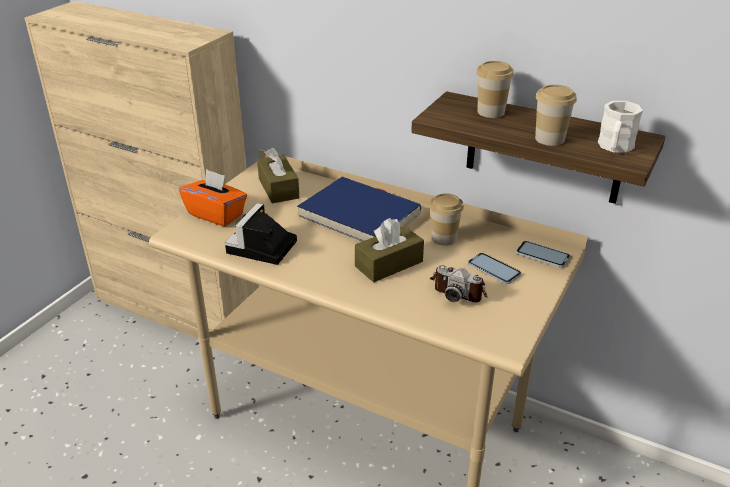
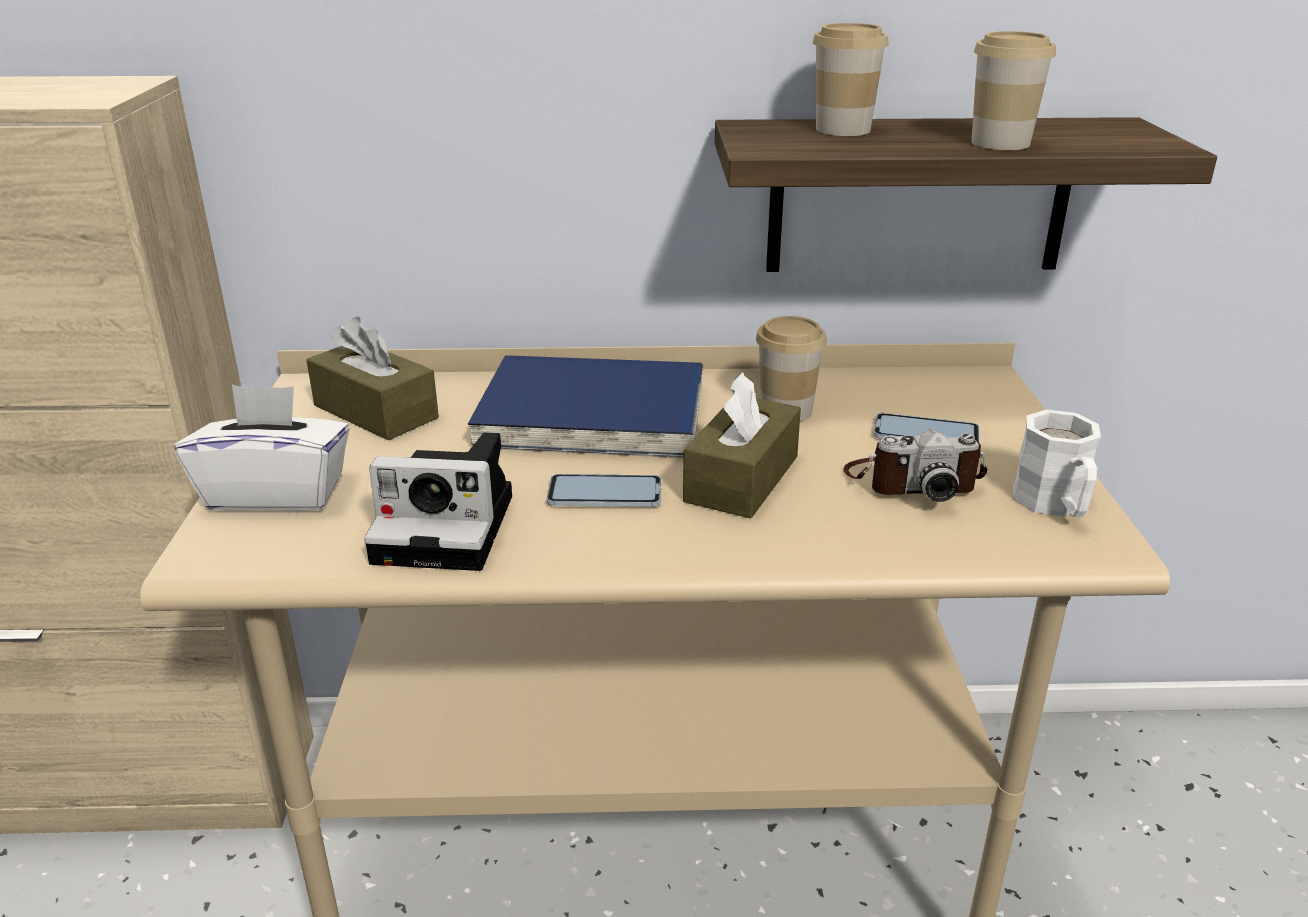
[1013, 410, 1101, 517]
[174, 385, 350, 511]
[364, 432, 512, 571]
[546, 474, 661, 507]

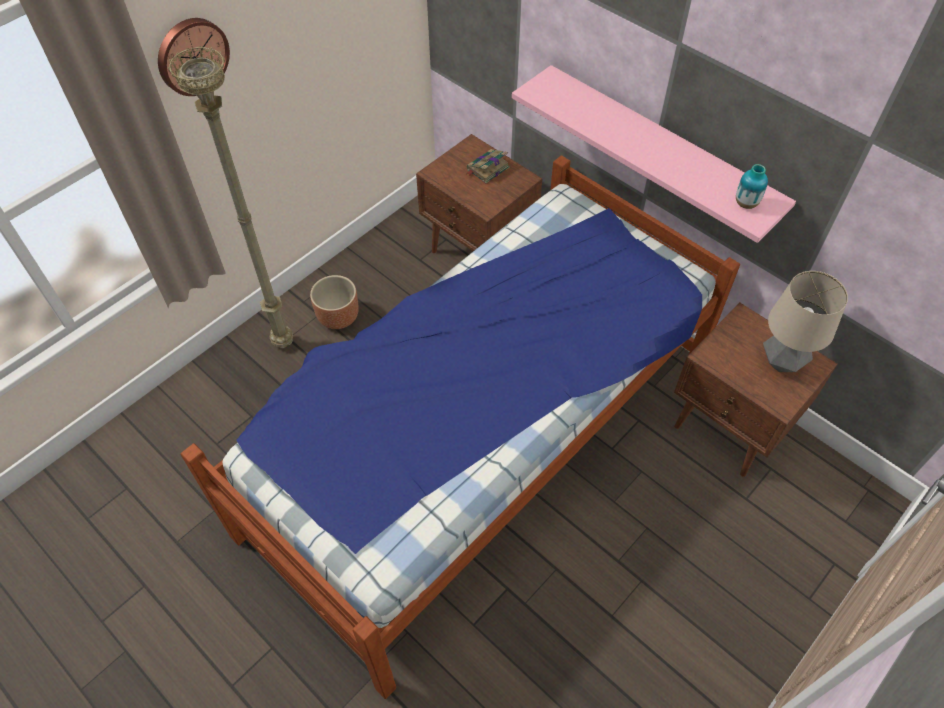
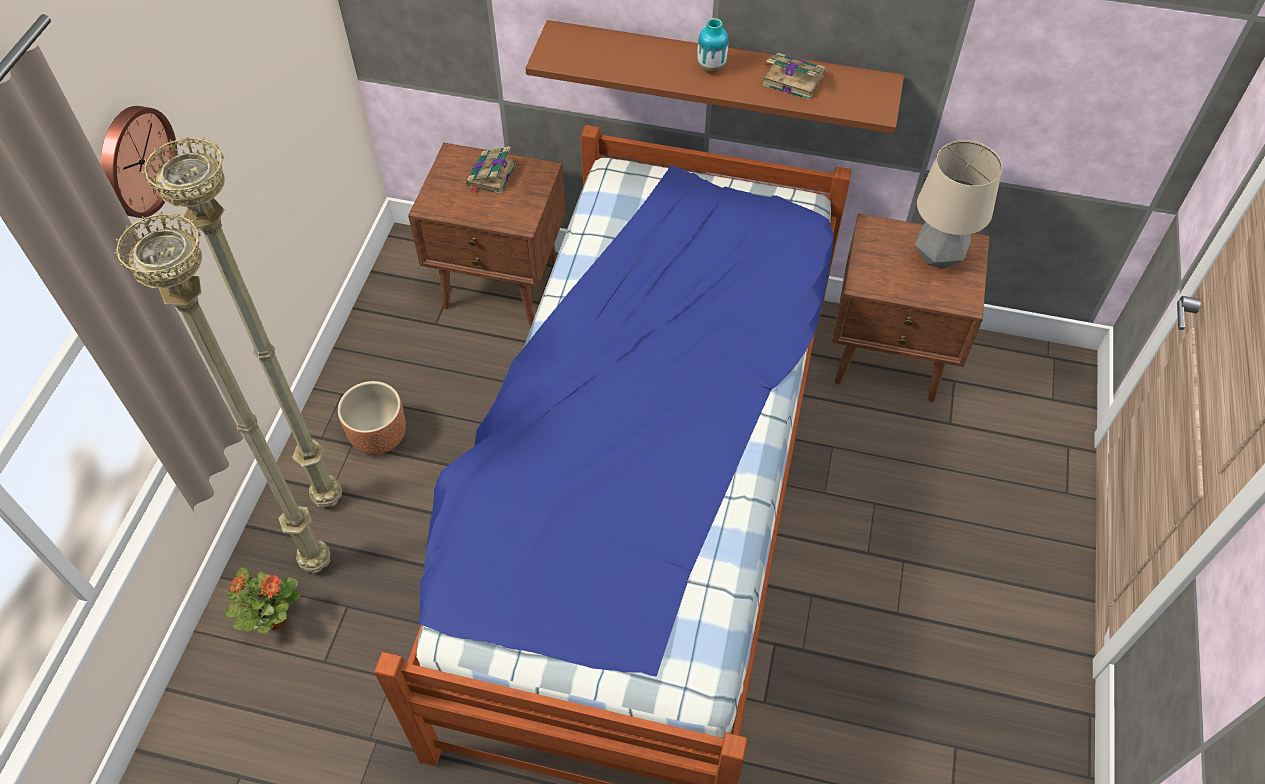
[525, 20, 904, 134]
[697, 18, 728, 73]
[762, 53, 825, 100]
[114, 212, 331, 573]
[225, 567, 300, 634]

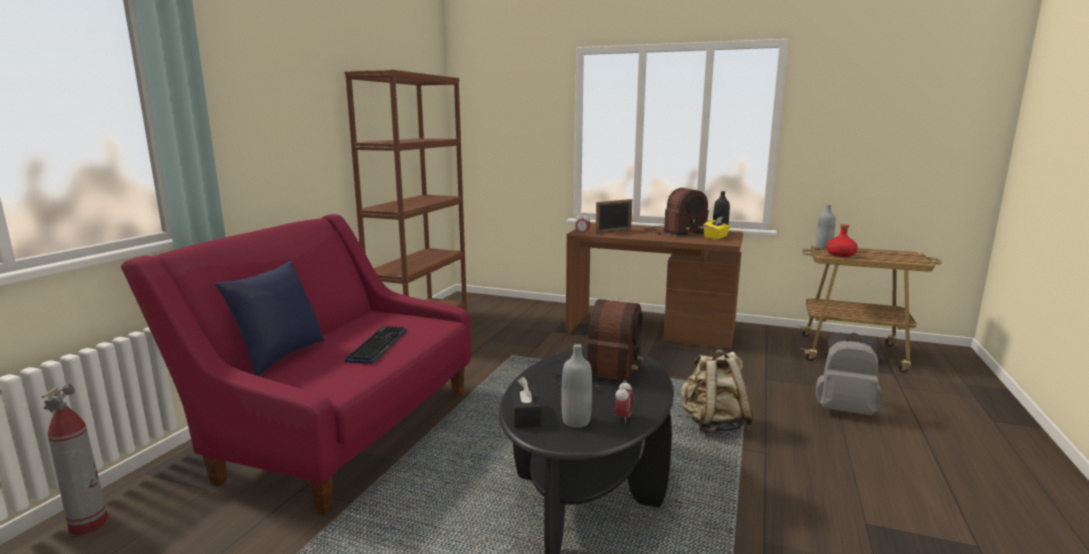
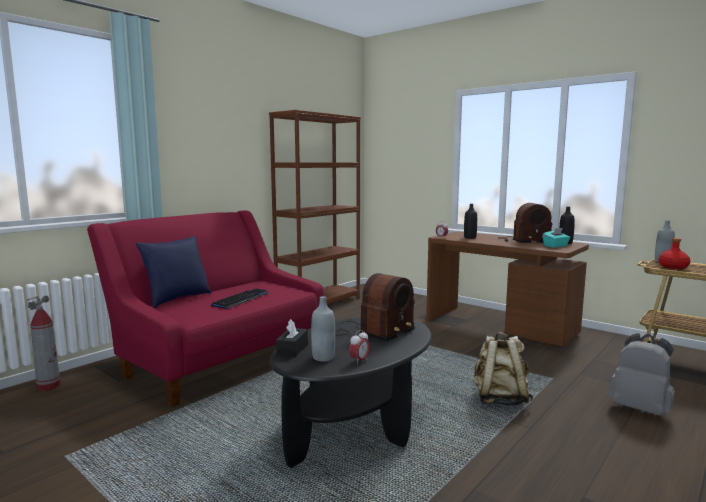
[464, 204, 477, 239]
[542, 228, 570, 248]

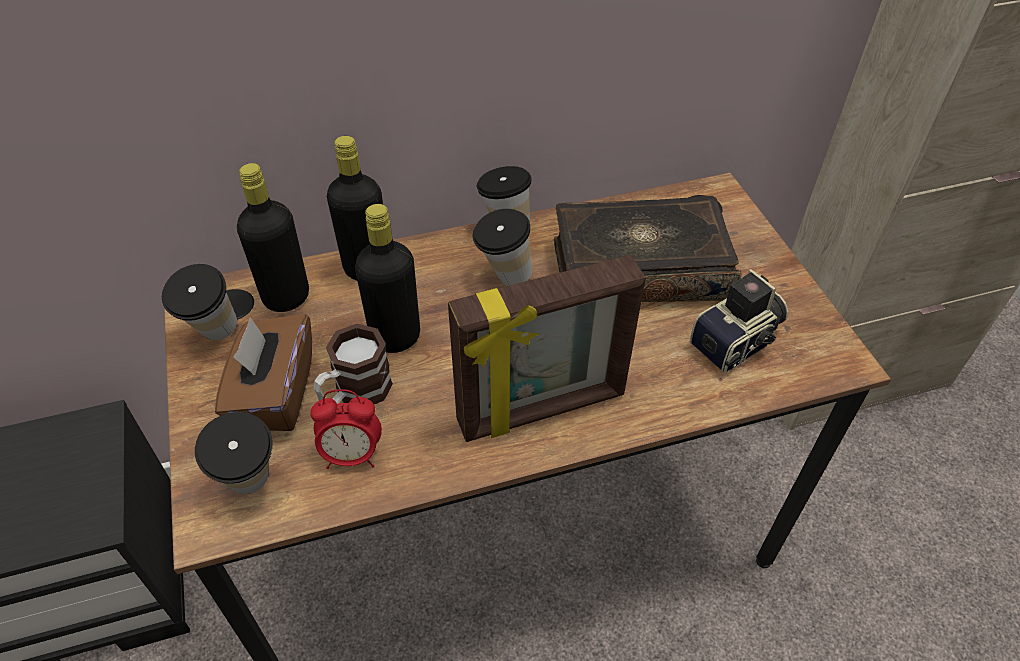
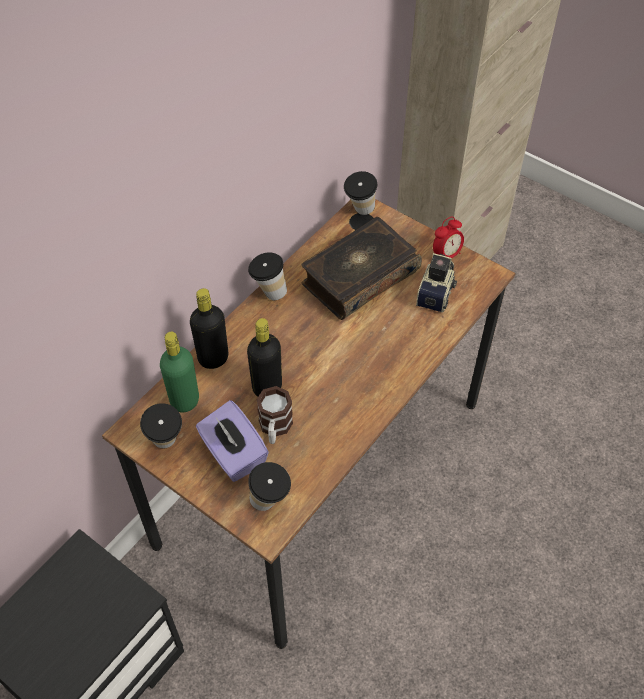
[160, 332, 199, 412]
[344, 171, 377, 215]
[448, 255, 646, 442] (first image)
[196, 400, 269, 482]
[433, 217, 464, 258]

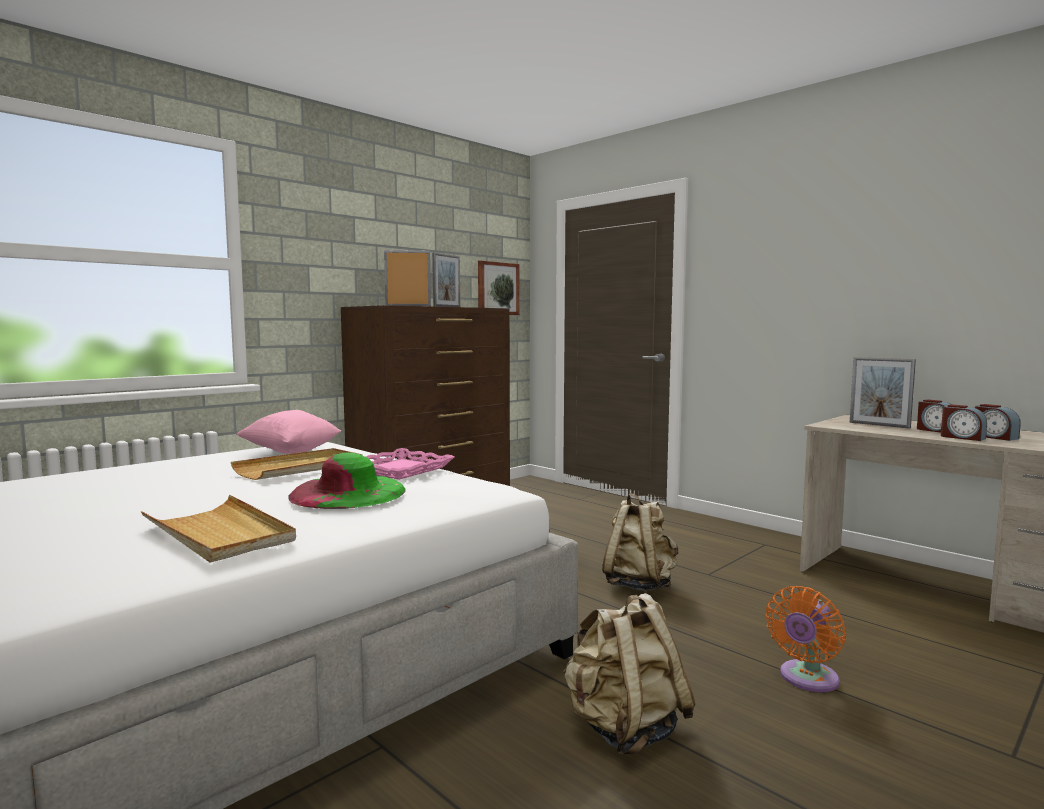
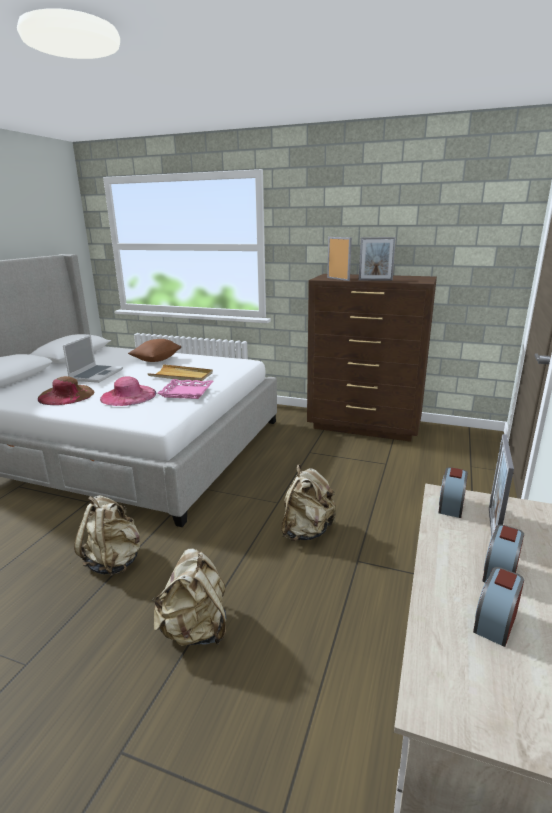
[478, 261, 520, 315] (first image)
[438, 467, 468, 518]
[236, 410, 341, 454] (first image)
[100, 376, 156, 406]
[38, 376, 94, 405]
[152, 548, 226, 646]
[63, 335, 123, 383]
[128, 339, 182, 362]

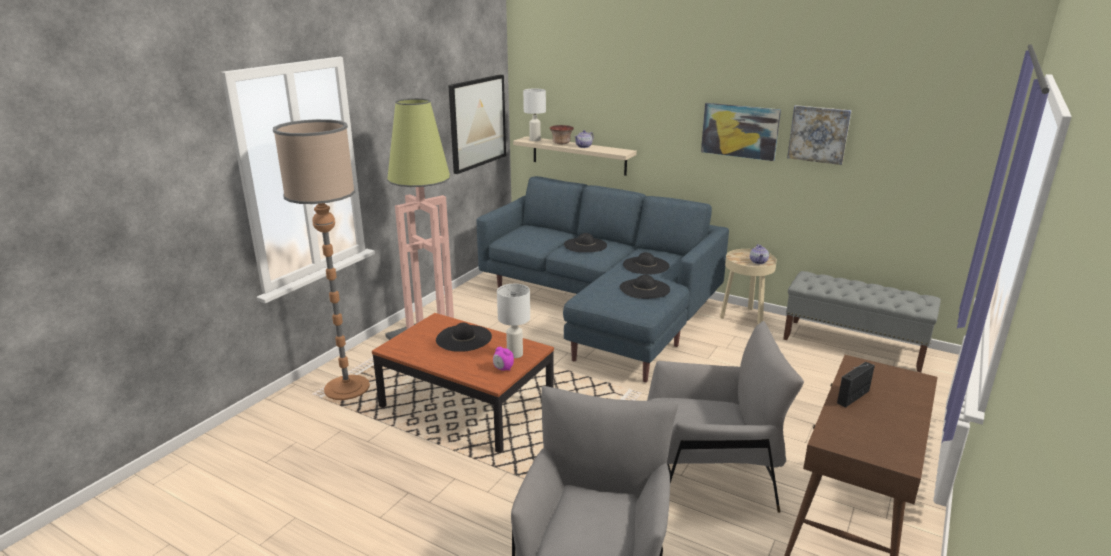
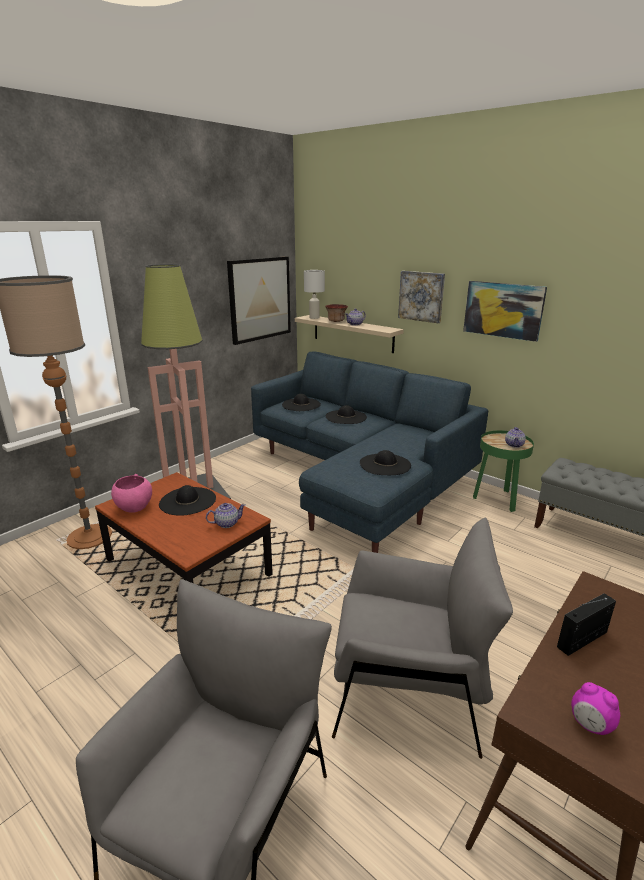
[398, 271, 445, 323]
[473, 430, 534, 512]
[282, 394, 321, 411]
[206, 503, 246, 528]
[571, 682, 620, 735]
[111, 474, 152, 513]

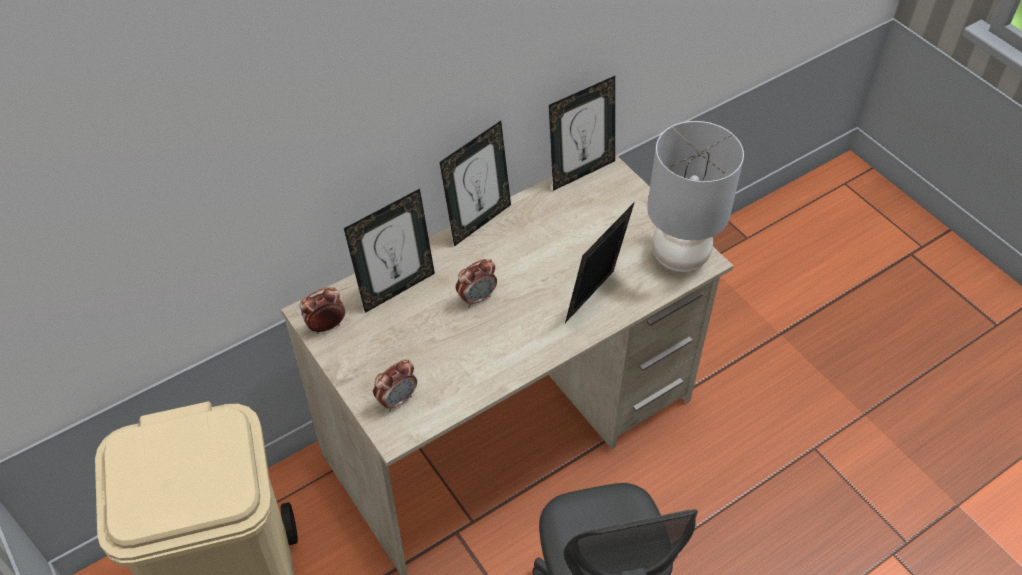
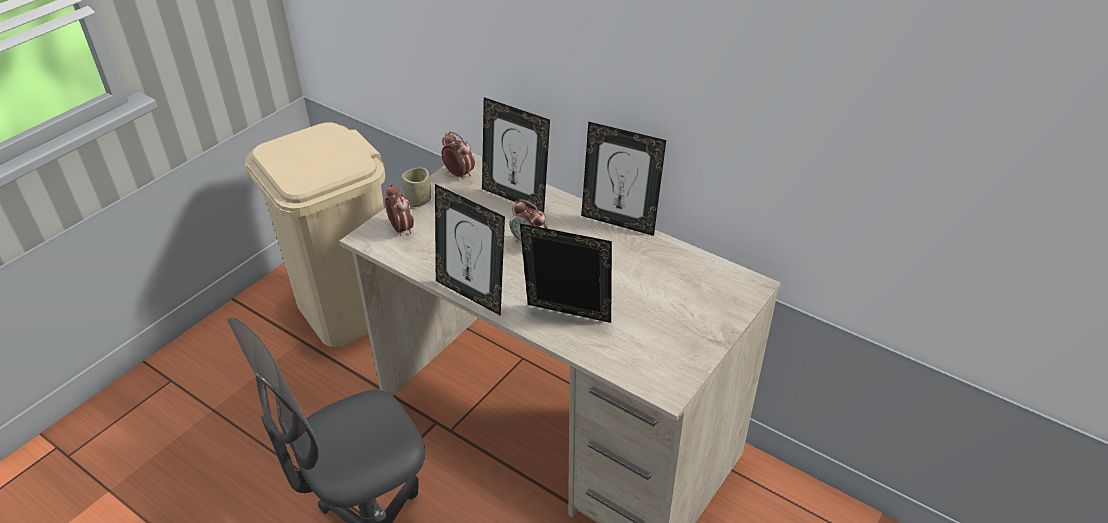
[435, 184, 505, 316]
[647, 121, 744, 272] (first image)
[385, 184, 414, 236]
[402, 168, 431, 207]

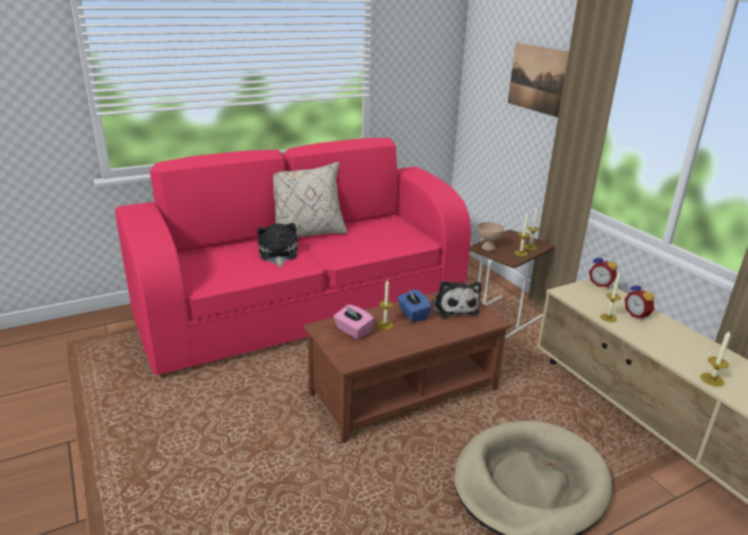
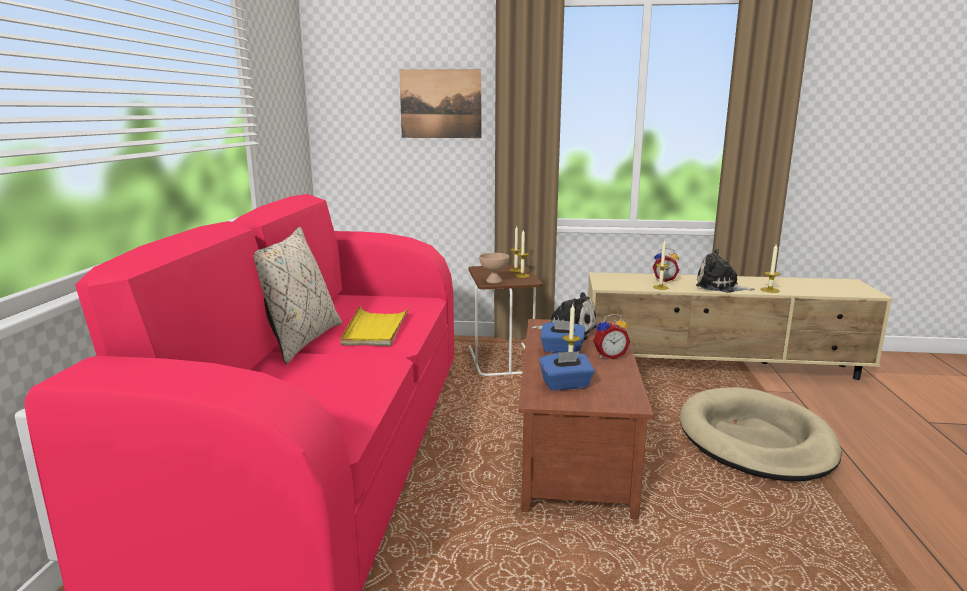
[696, 249, 755, 292]
[593, 314, 630, 360]
[539, 351, 595, 391]
[340, 306, 410, 346]

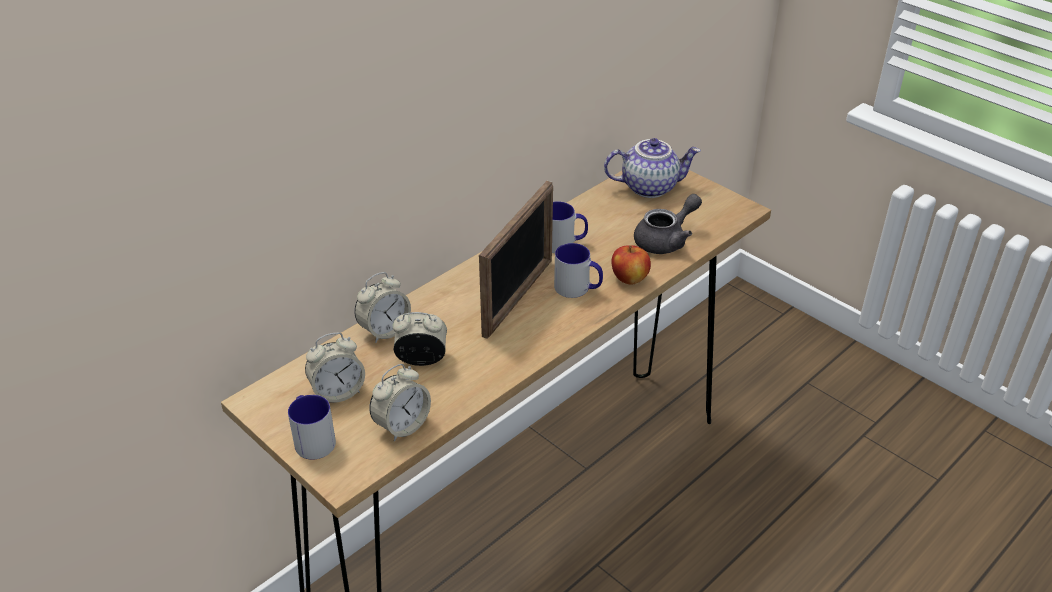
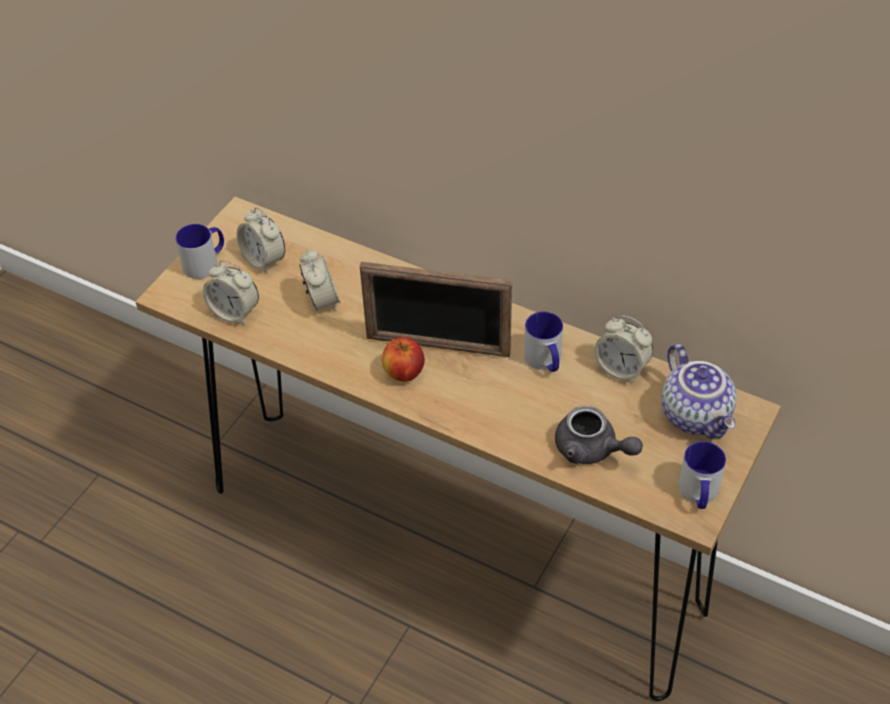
[678, 441, 726, 509]
[382, 337, 425, 382]
[594, 315, 653, 383]

